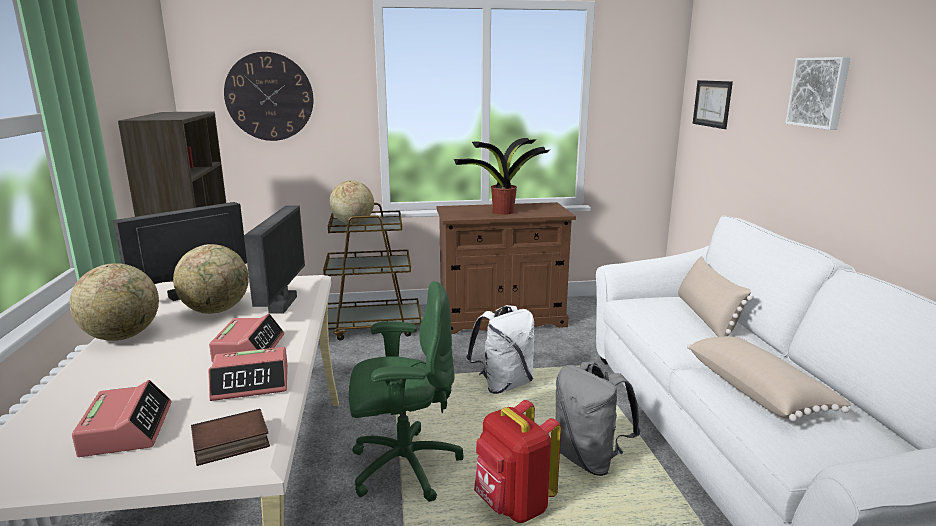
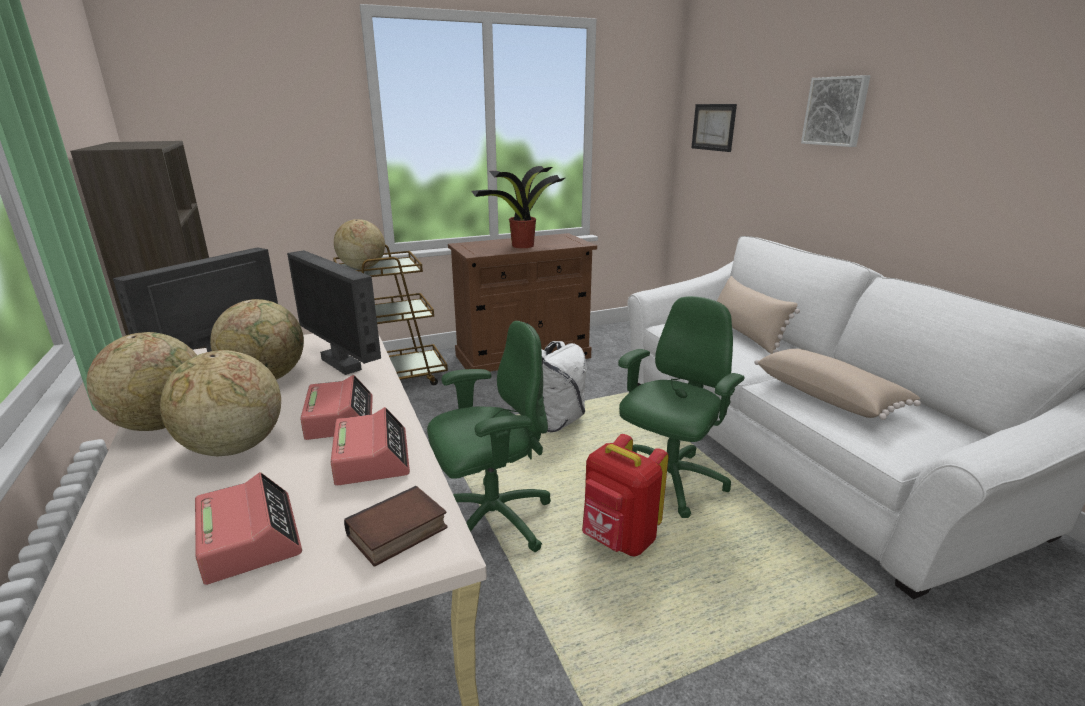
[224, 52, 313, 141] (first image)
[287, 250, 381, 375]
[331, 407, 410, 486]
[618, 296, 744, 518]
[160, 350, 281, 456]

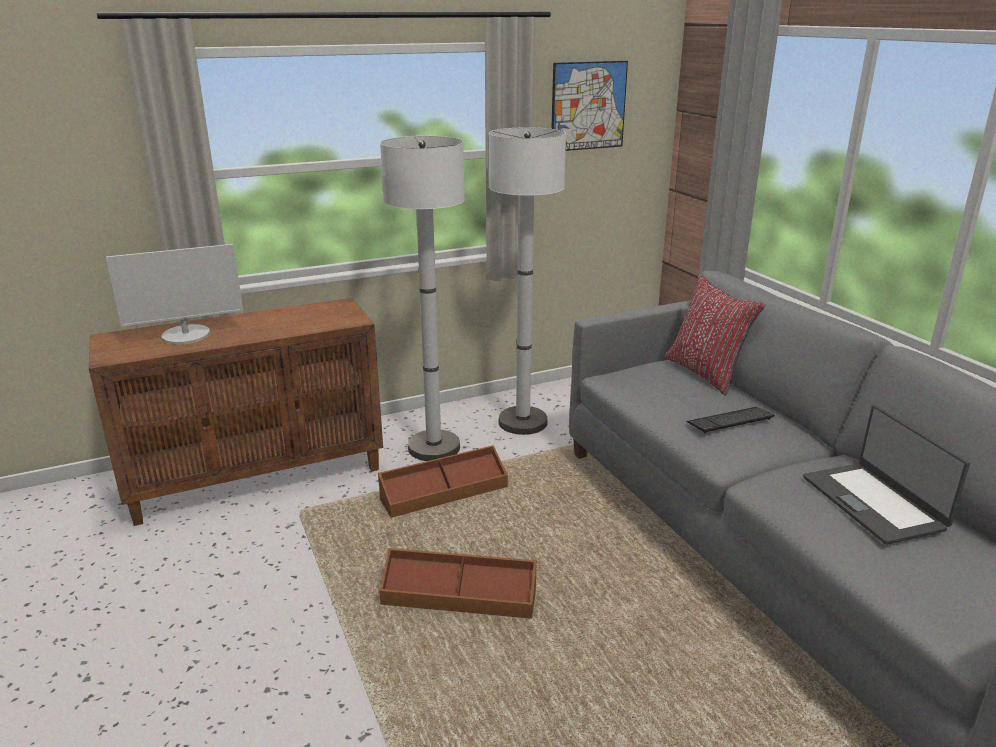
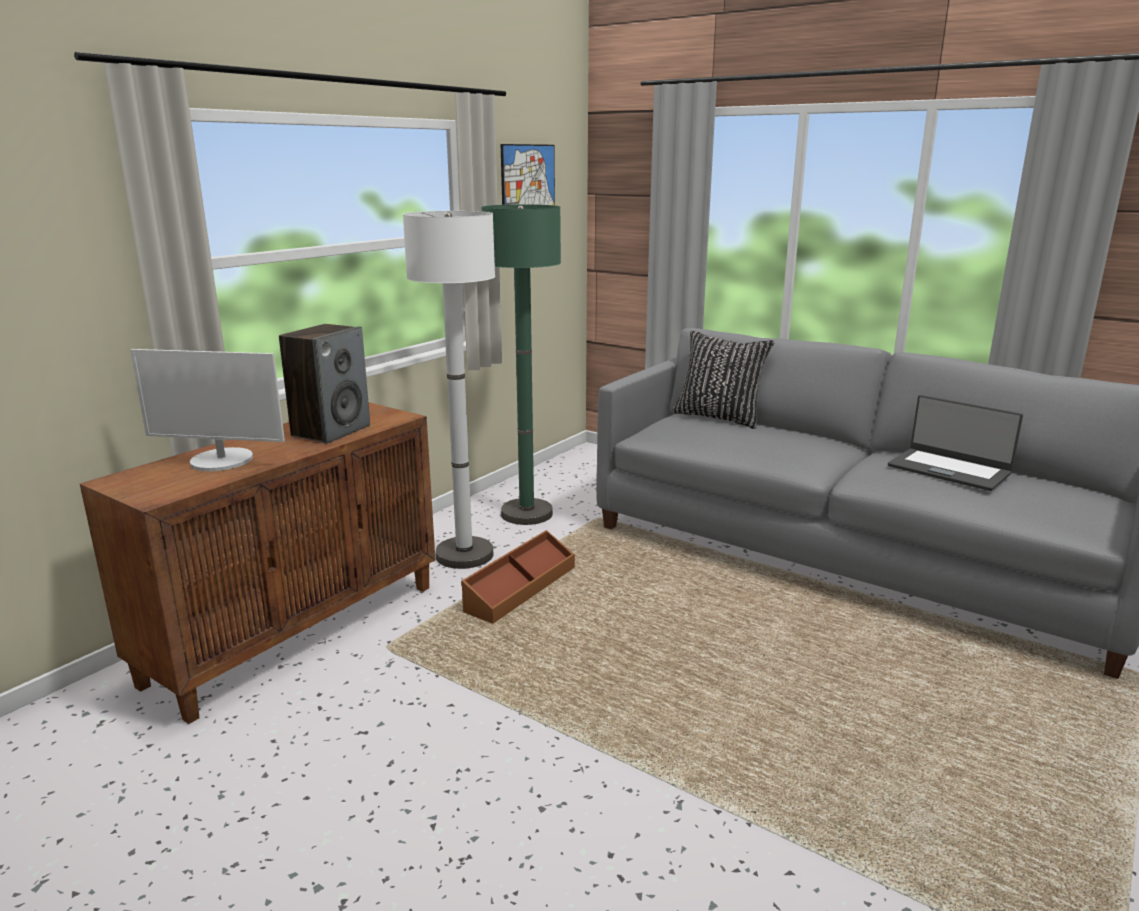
[482, 204, 561, 525]
[130, 349, 285, 471]
[672, 331, 775, 429]
[686, 407, 775, 434] (first image)
[379, 548, 537, 619] (first image)
[279, 324, 370, 444]

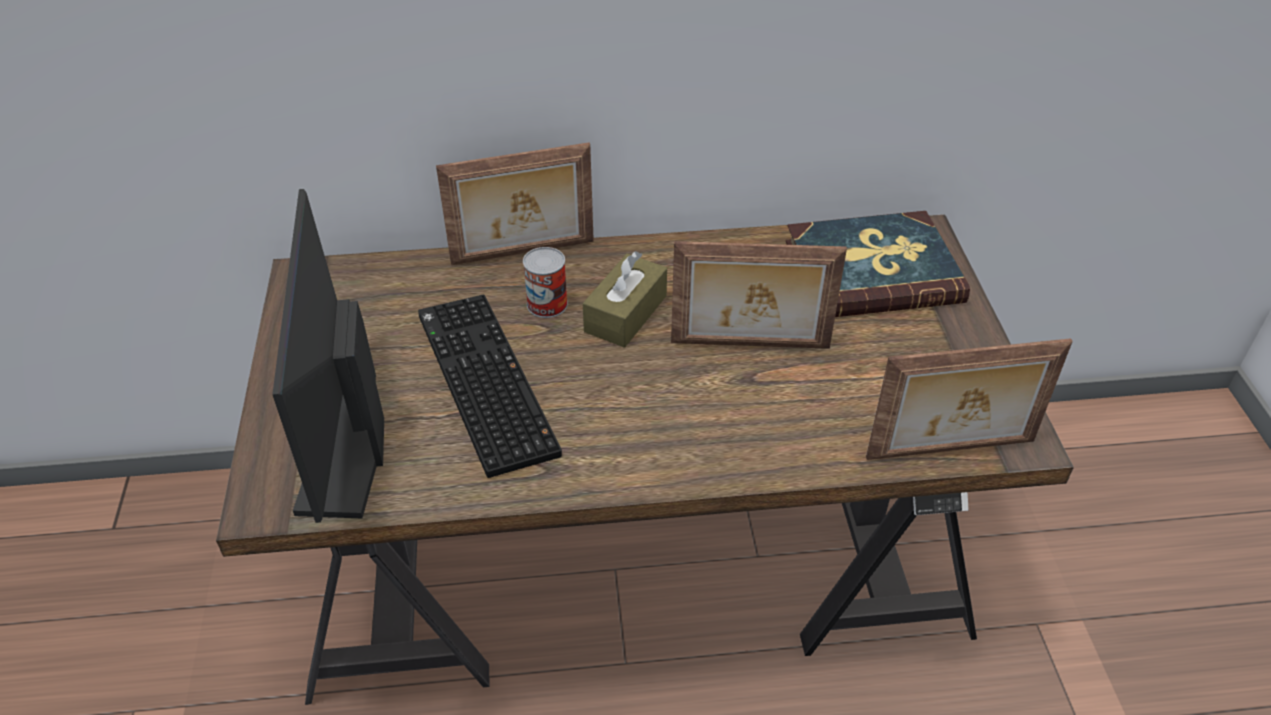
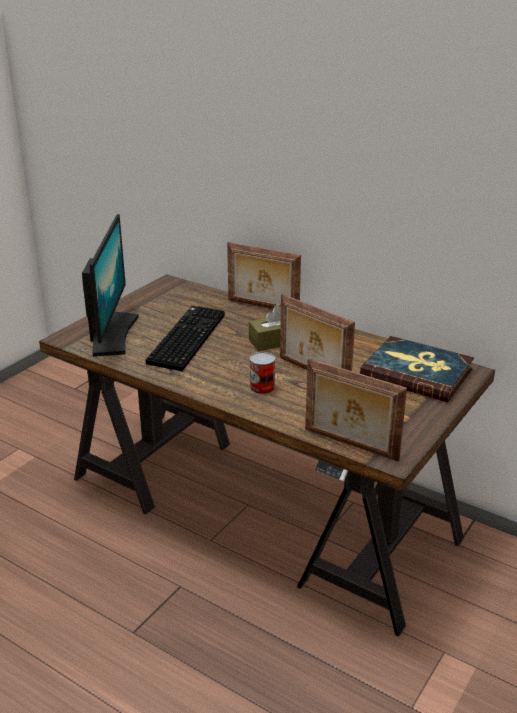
[82, 214, 139, 357]
[250, 352, 275, 395]

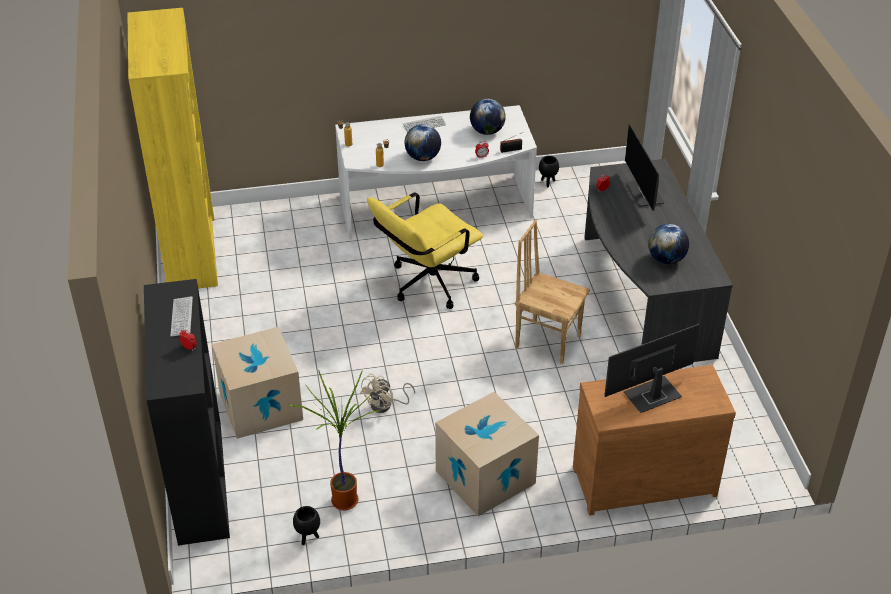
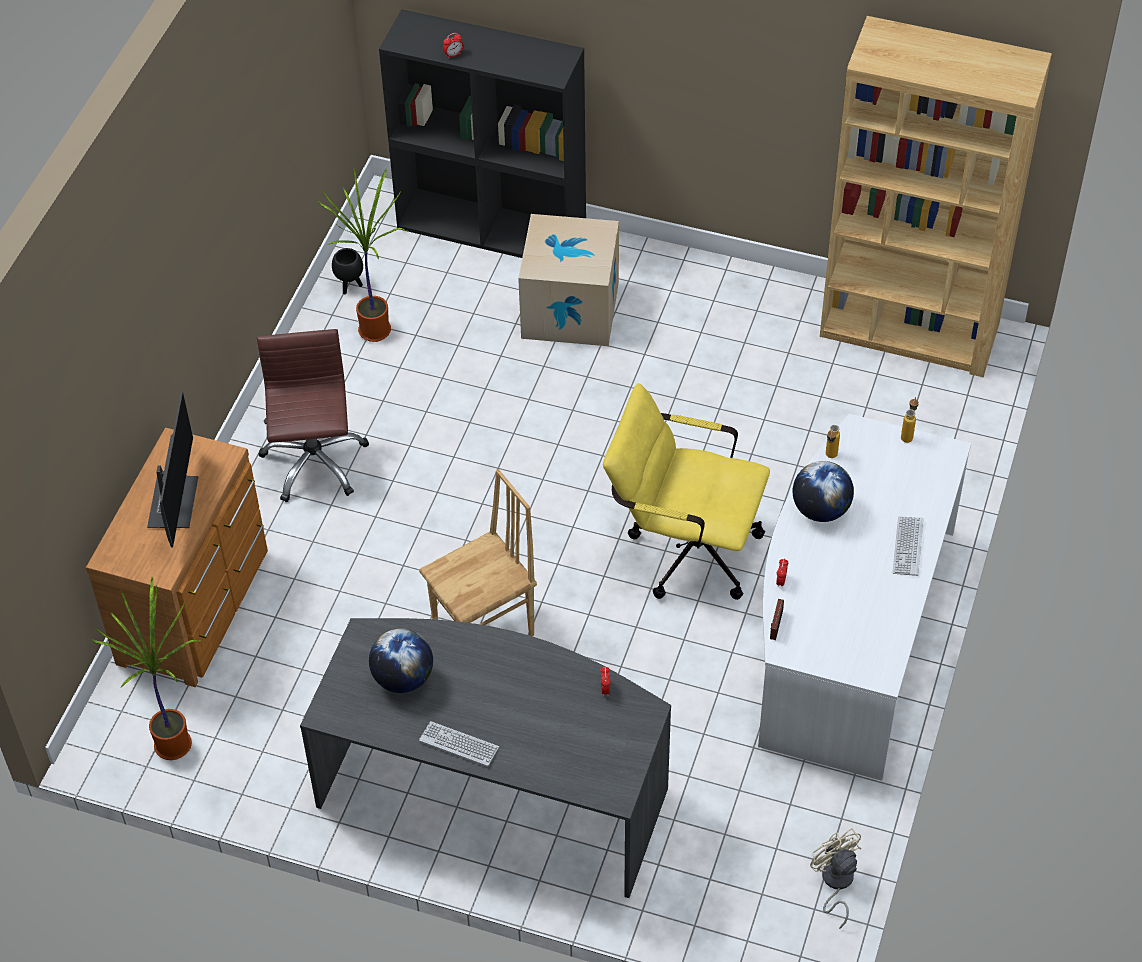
[820, 16, 1052, 378]
[470, 99, 506, 135] (first image)
[625, 123, 664, 211] (first image)
[539, 156, 559, 187] (first image)
[603, 383, 770, 600]
[419, 721, 499, 767]
[810, 828, 861, 929]
[257, 329, 369, 502]
[91, 577, 201, 760]

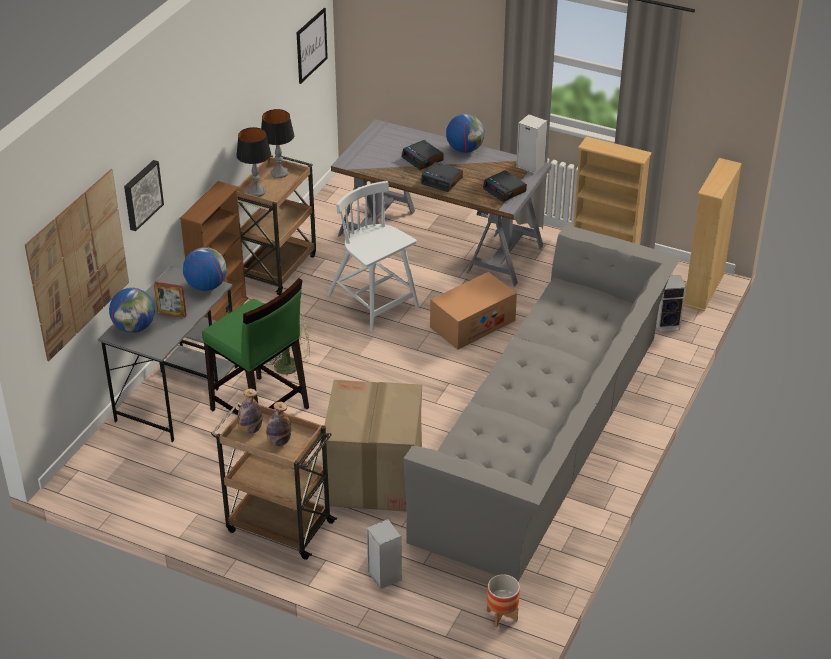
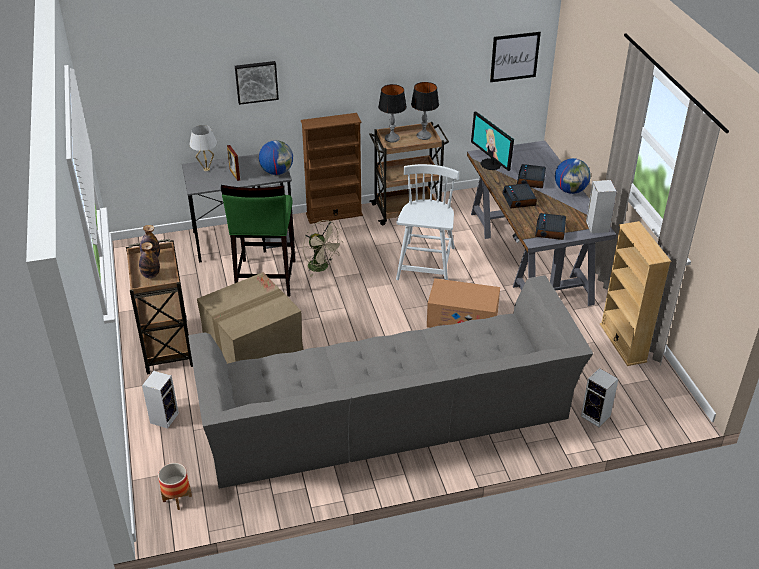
[683, 158, 742, 311] (first image)
[25, 169, 129, 361] (first image)
[189, 125, 217, 171]
[471, 111, 514, 171]

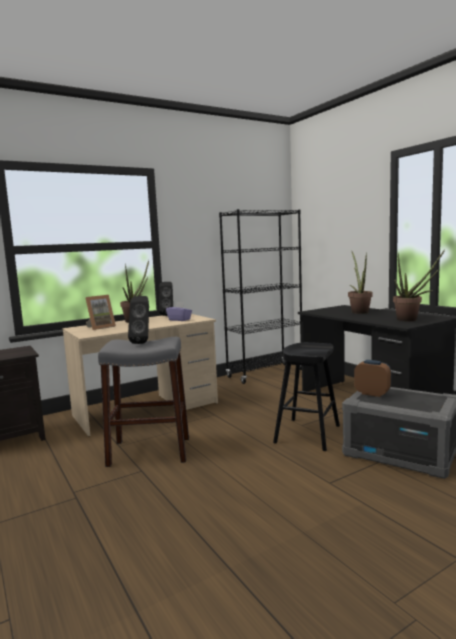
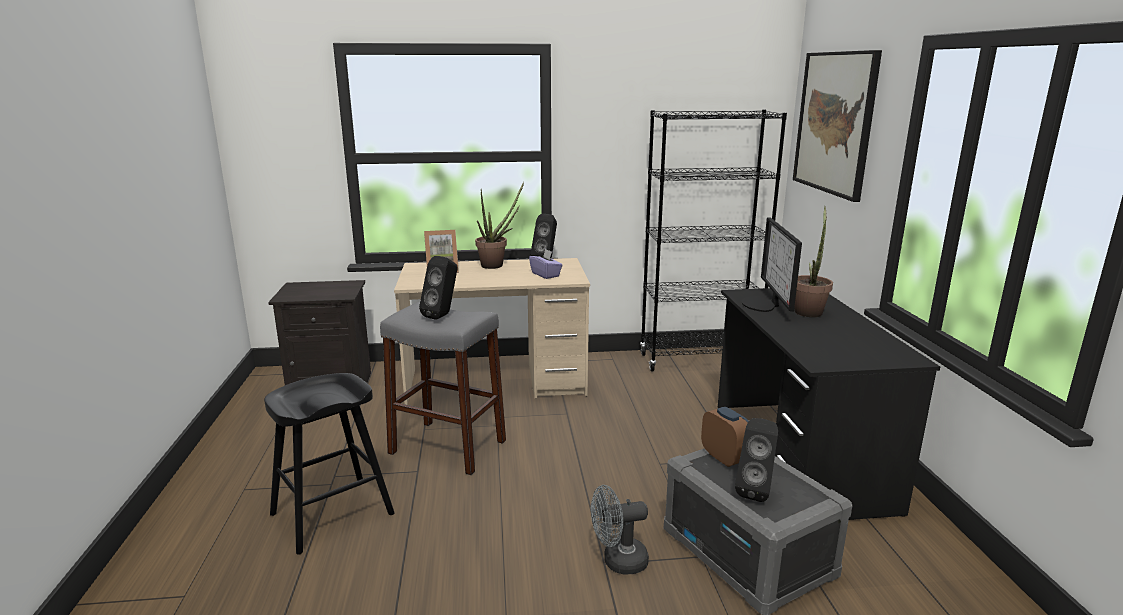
[393, 249, 445, 321] (first image)
[264, 373, 395, 555]
[793, 50, 882, 202]
[742, 217, 802, 312]
[735, 418, 778, 502]
[591, 485, 649, 575]

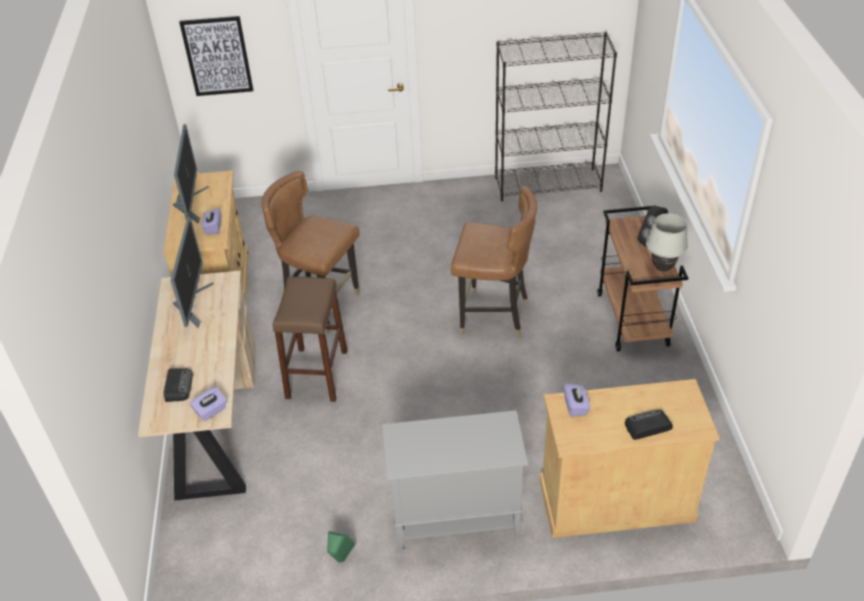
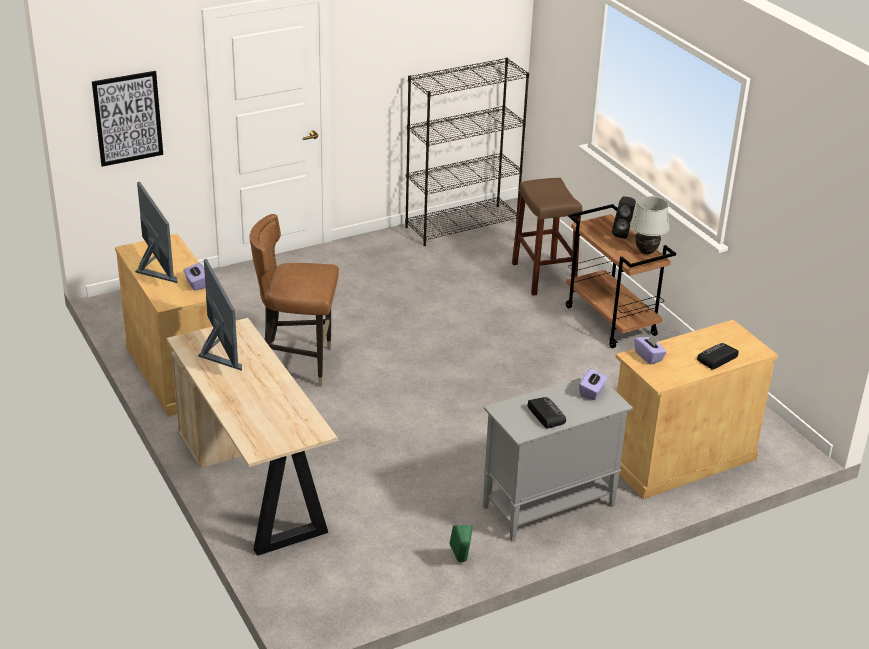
[451, 186, 537, 339] (first image)
[512, 178, 582, 296]
[528, 397, 566, 429]
[579, 368, 608, 400]

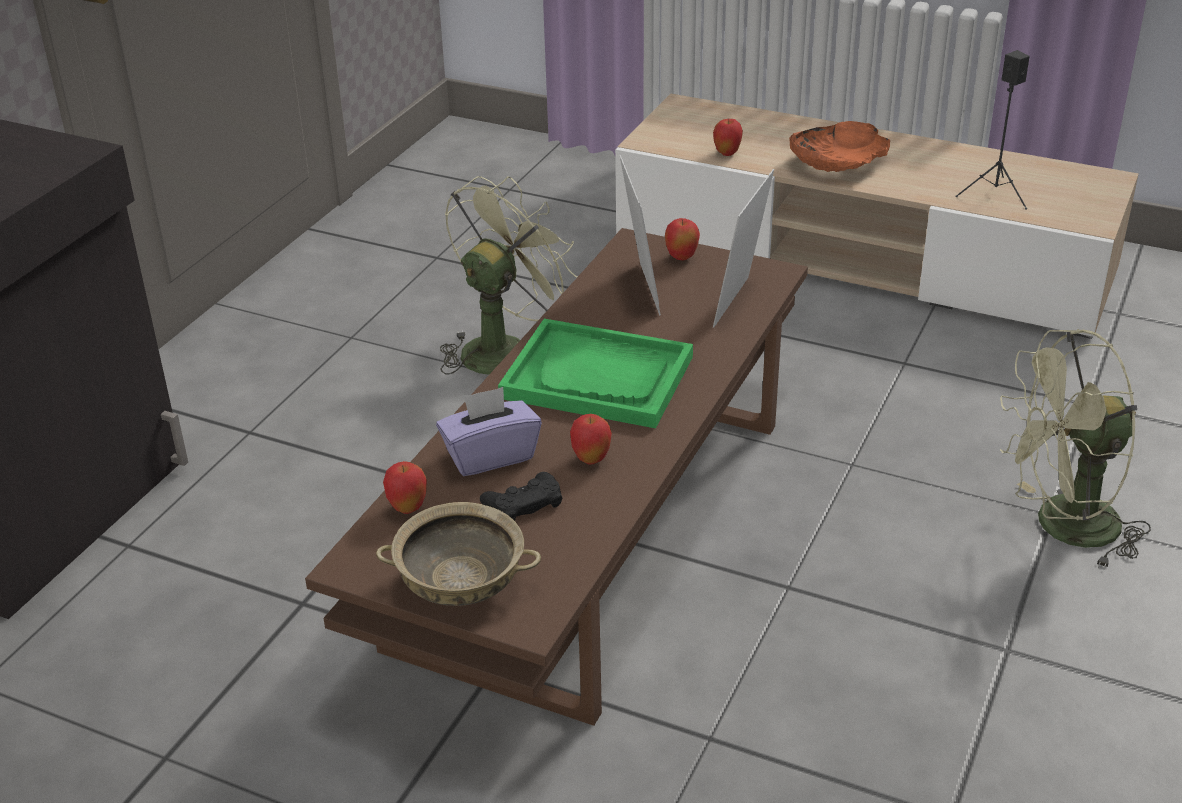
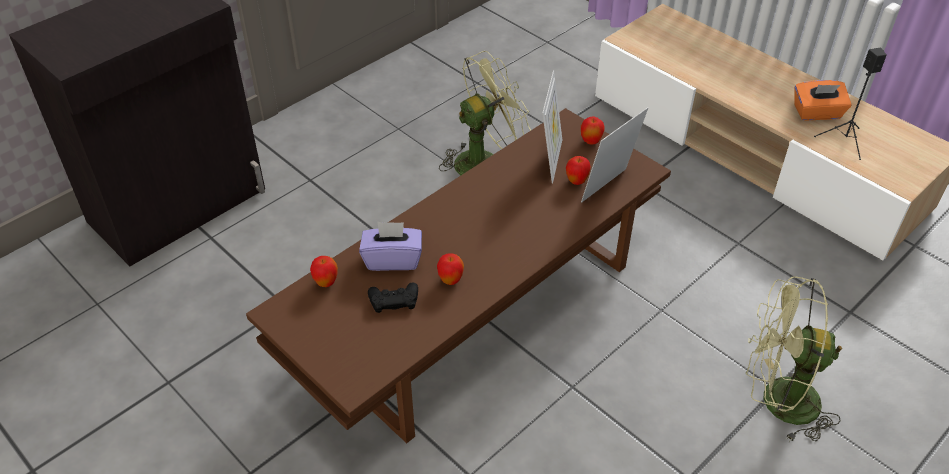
[566, 156, 591, 185]
[789, 121, 890, 172] (first image)
[498, 319, 693, 428] (first image)
[376, 502, 541, 606] (first image)
[794, 80, 852, 121]

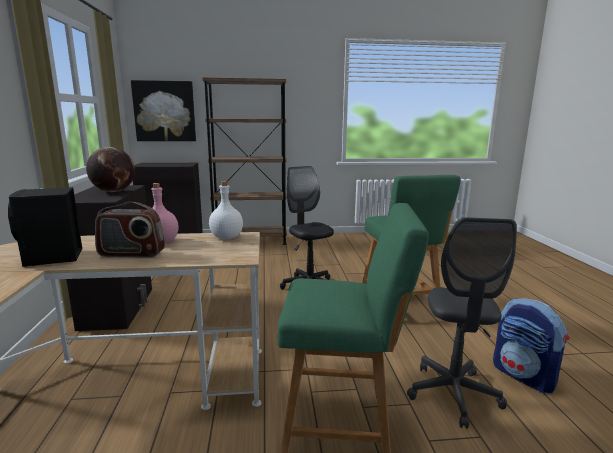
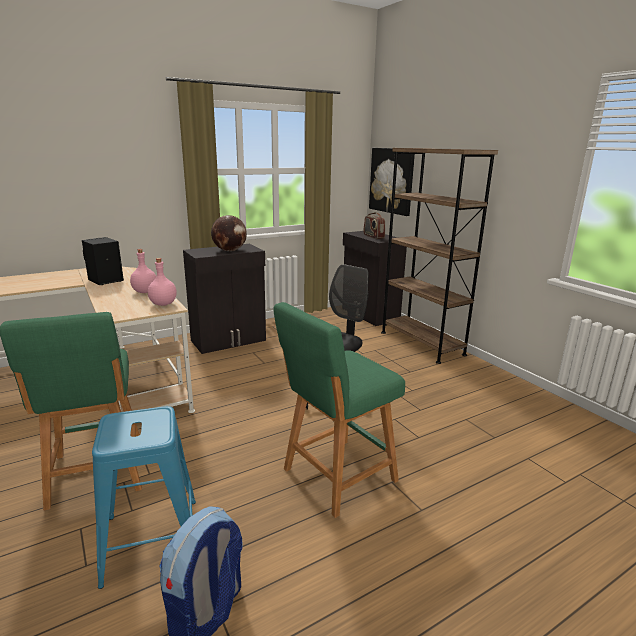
[148, 258, 177, 306]
[363, 212, 385, 239]
[92, 406, 196, 589]

